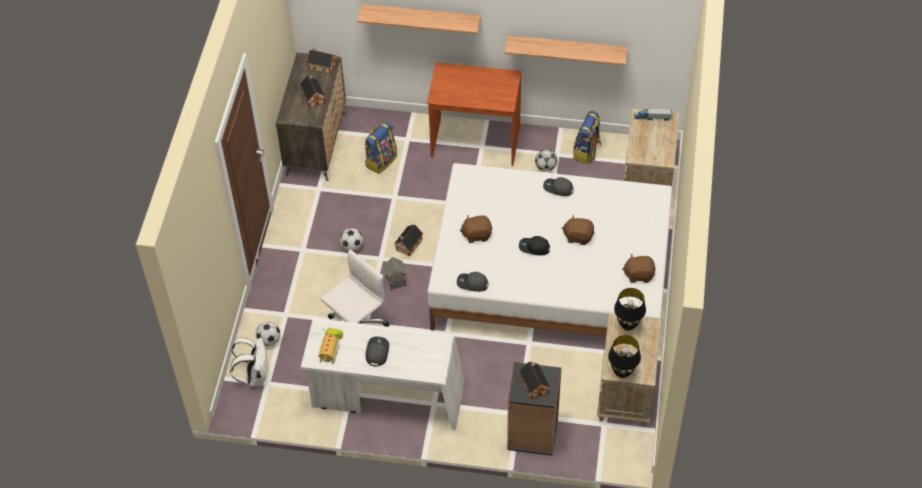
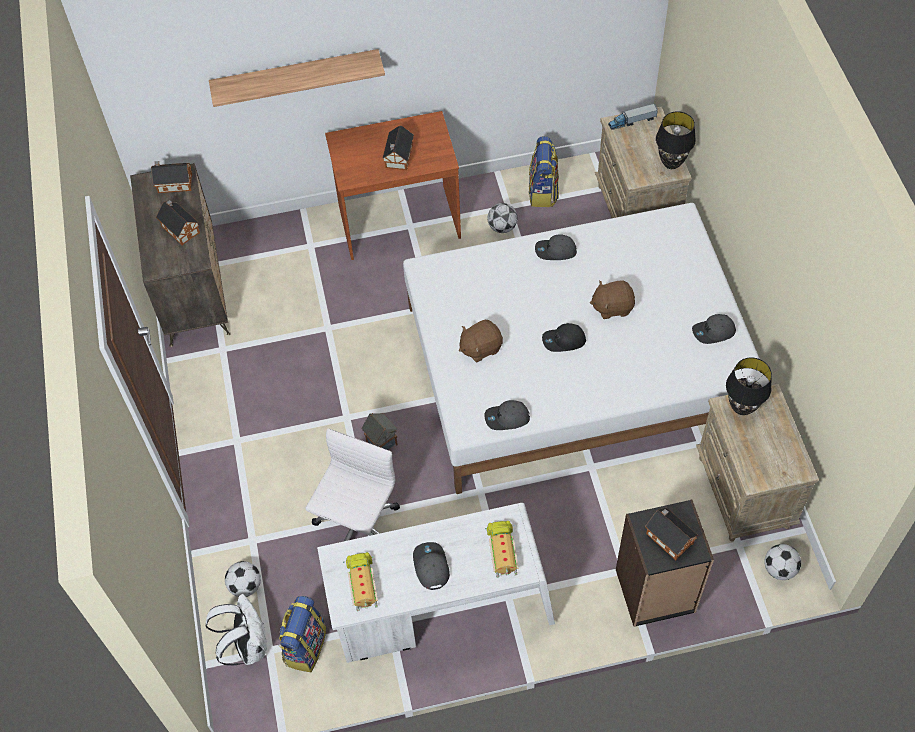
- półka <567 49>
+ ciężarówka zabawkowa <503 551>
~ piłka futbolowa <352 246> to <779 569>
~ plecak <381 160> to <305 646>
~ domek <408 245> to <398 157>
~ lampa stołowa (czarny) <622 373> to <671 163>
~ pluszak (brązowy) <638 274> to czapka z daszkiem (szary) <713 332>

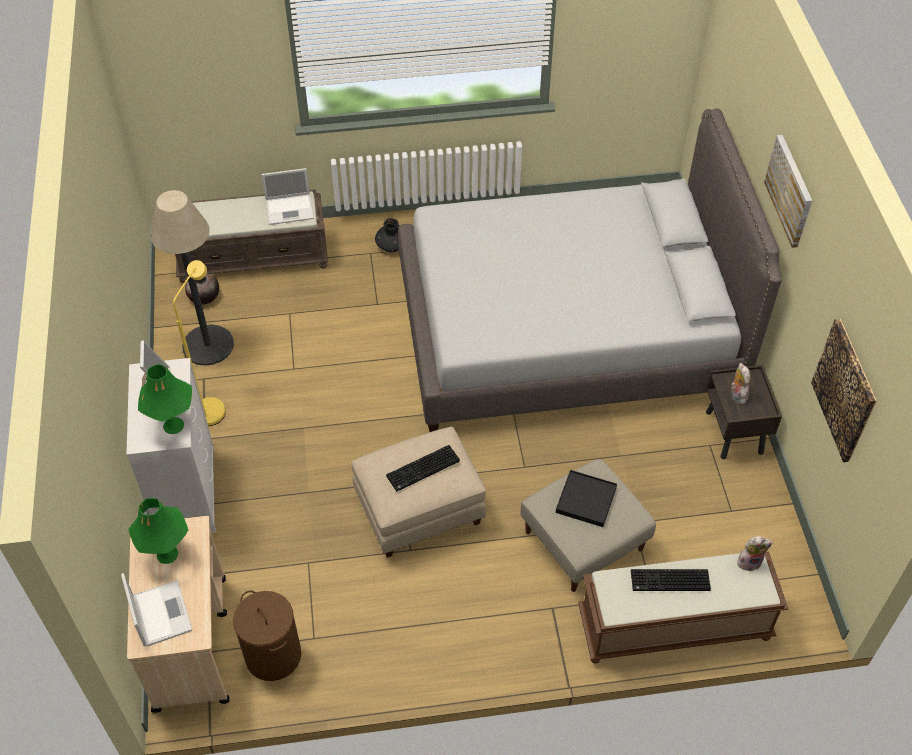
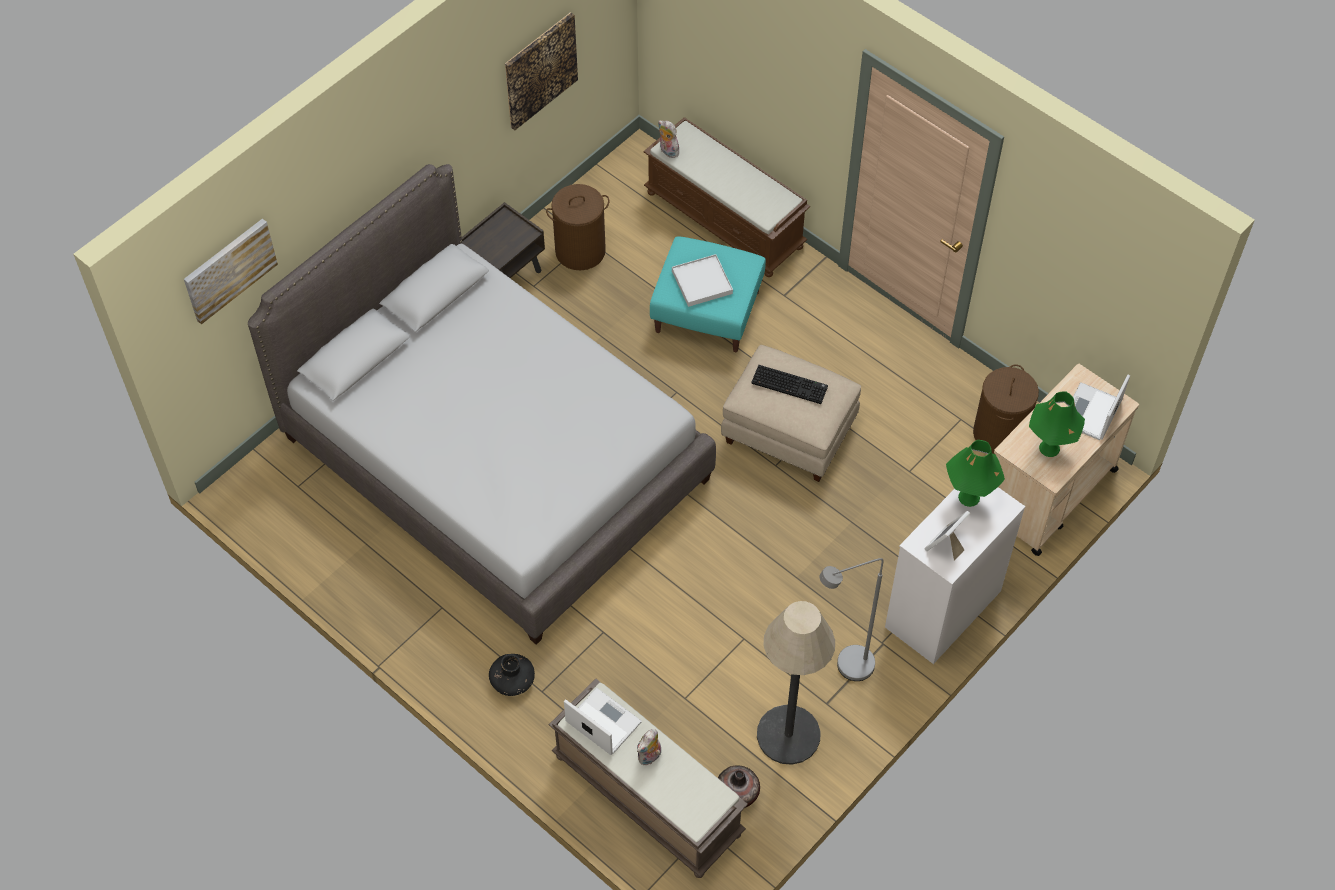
- klawiatura <669 582>
+ kosz na pranie (brązowy) <580 251>
~ pluszak <736 395> to <650 757>
~ obraz <790 190> to <229 269>
~ lampa stojąca (żółty) <213 406> to lampa stojąca (szary) <845 668>
~ pufa (beżowy) <583 541> to pufa (turkusowy) <708 311>
~ taca (czarny) <586 500> to taca (biały) <702 282>

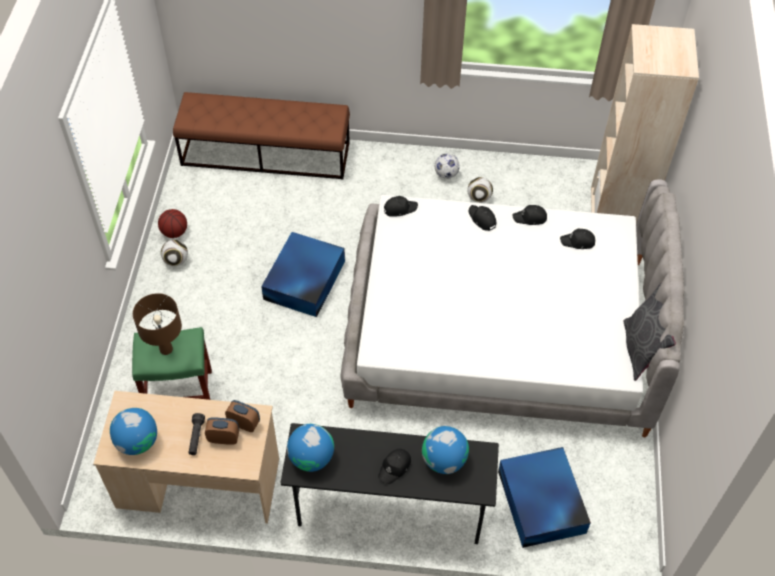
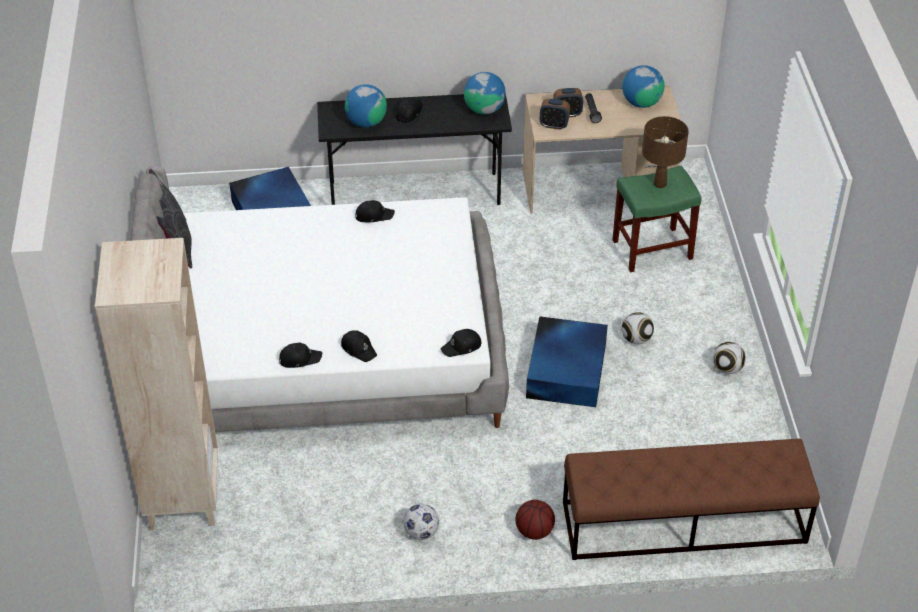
~ piłka do koszykówki <174 232> to <534 531>
~ piłka futbolowa <479 198> to <636 339>
~ czapka z daszkiem (czarny) <578 242> to <373 215>

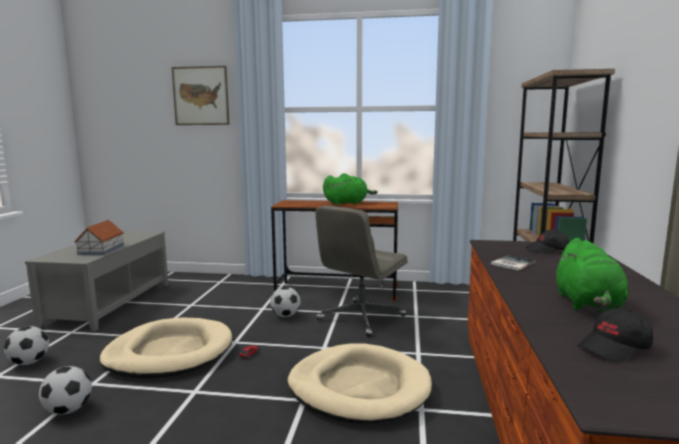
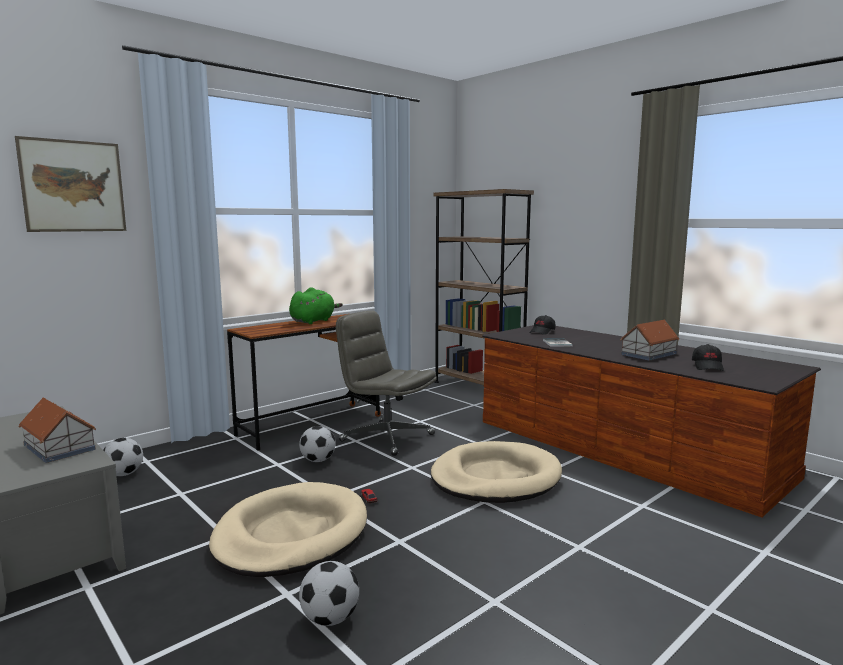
~ piłka futbolowa <29 362> to <124 474>
~ pluszak (zielony) <588 305> to domek <649 354>
~ krzesło biurowe (szary) <361 318> = <386 437> 135 degrees clockwise

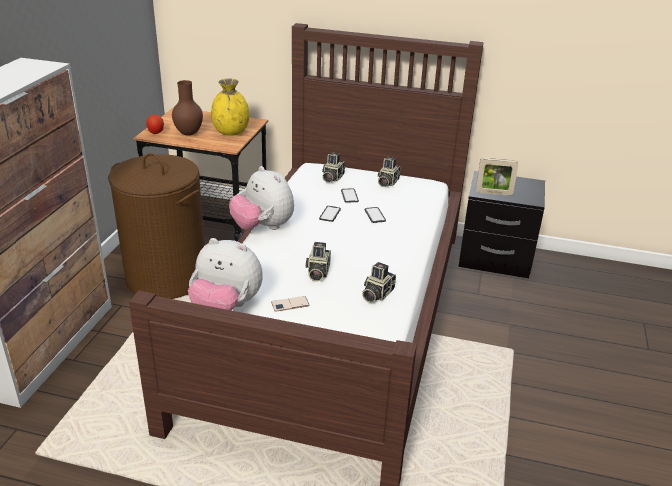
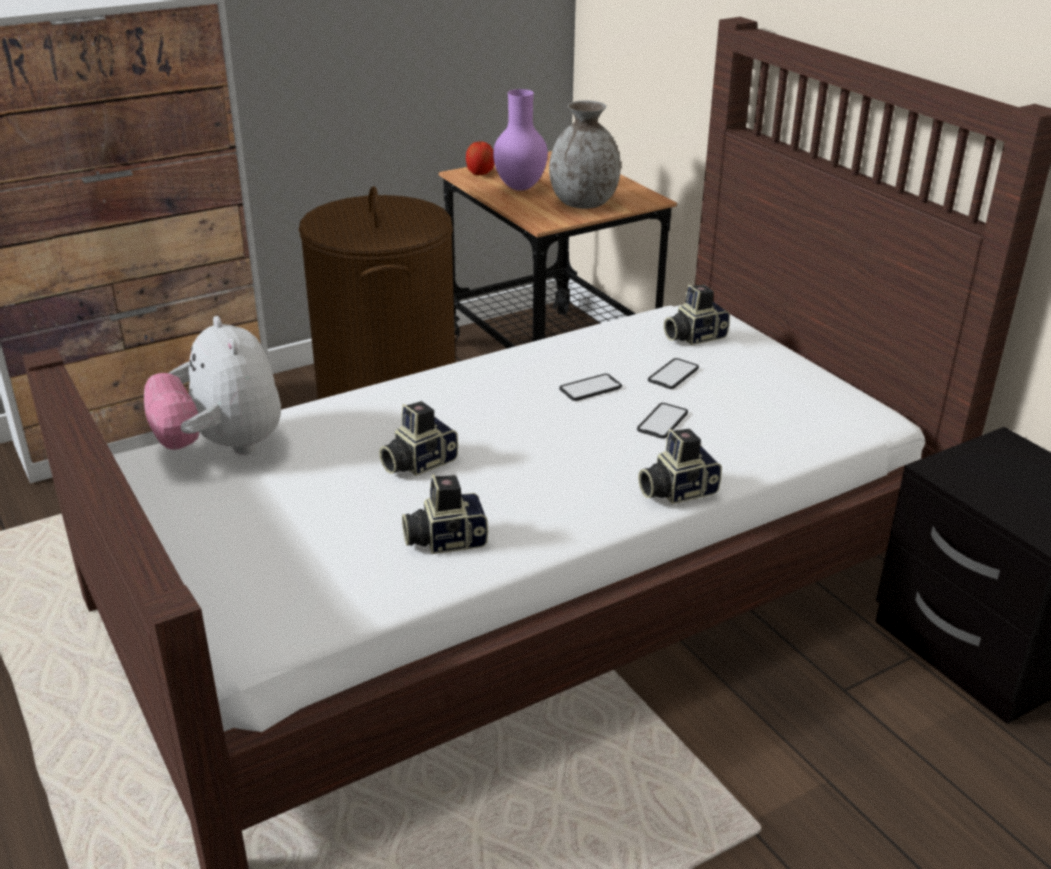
- pluszak <263 227>
- telefon <290 304>
- ramka na zdjęcie <493 193>
~ aparat fotograficzny <387 182> to <676 490>
~ wazon (brązowy) <188 134> to wazon (fioletowy) <518 187>
~ wazon (żółty) <231 132> to wazon (szary) <584 203>

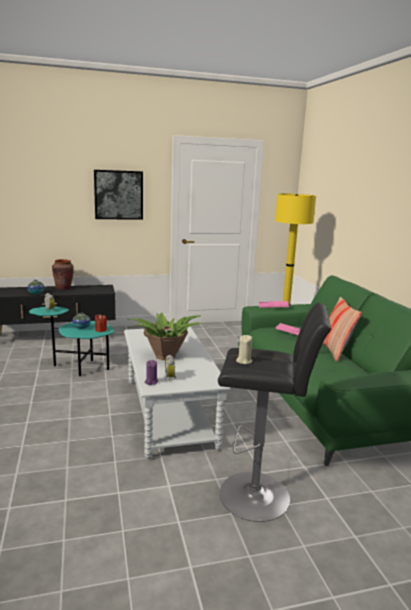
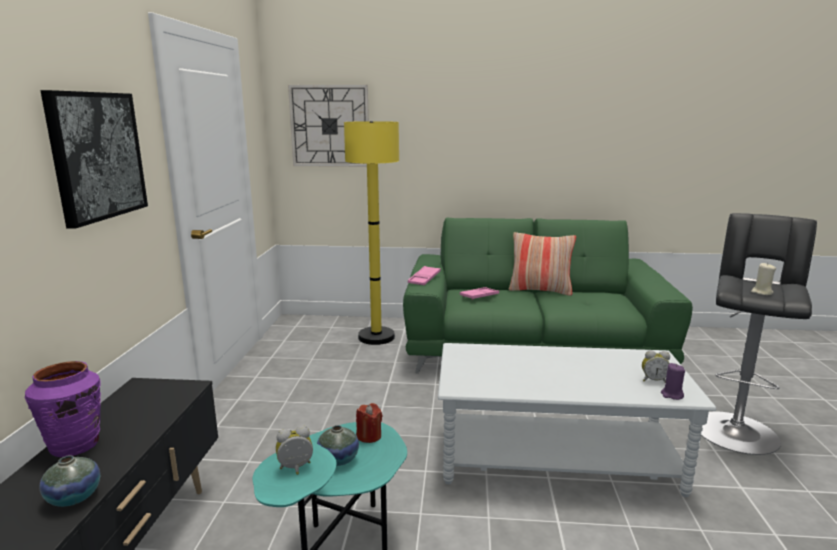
- roślina doniczkowa <164 356>
+ zegar ścienny <330 126>
~ wazon (brązowy) <63 288> to wazon (fioletowy) <75 445>

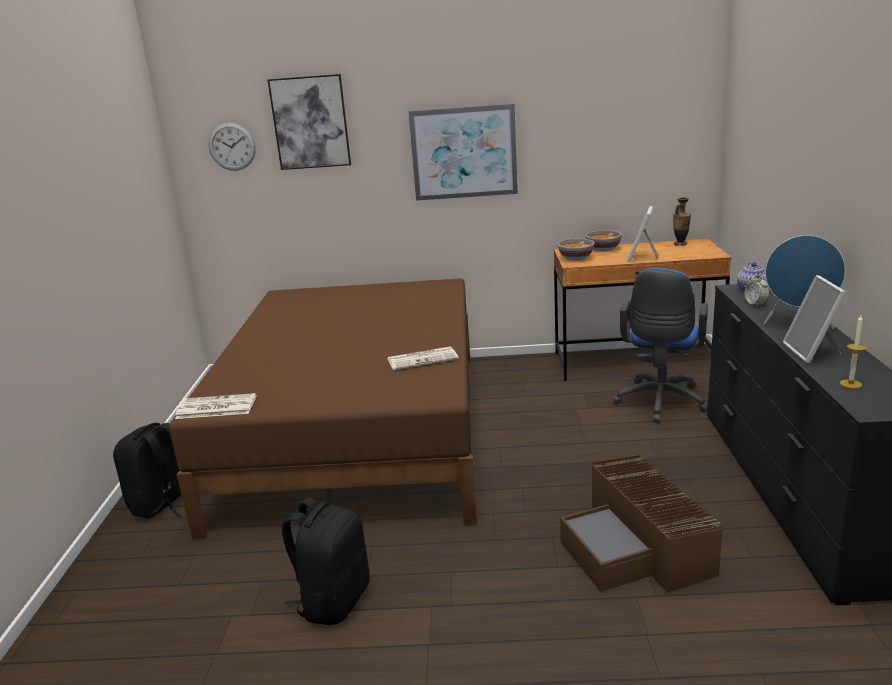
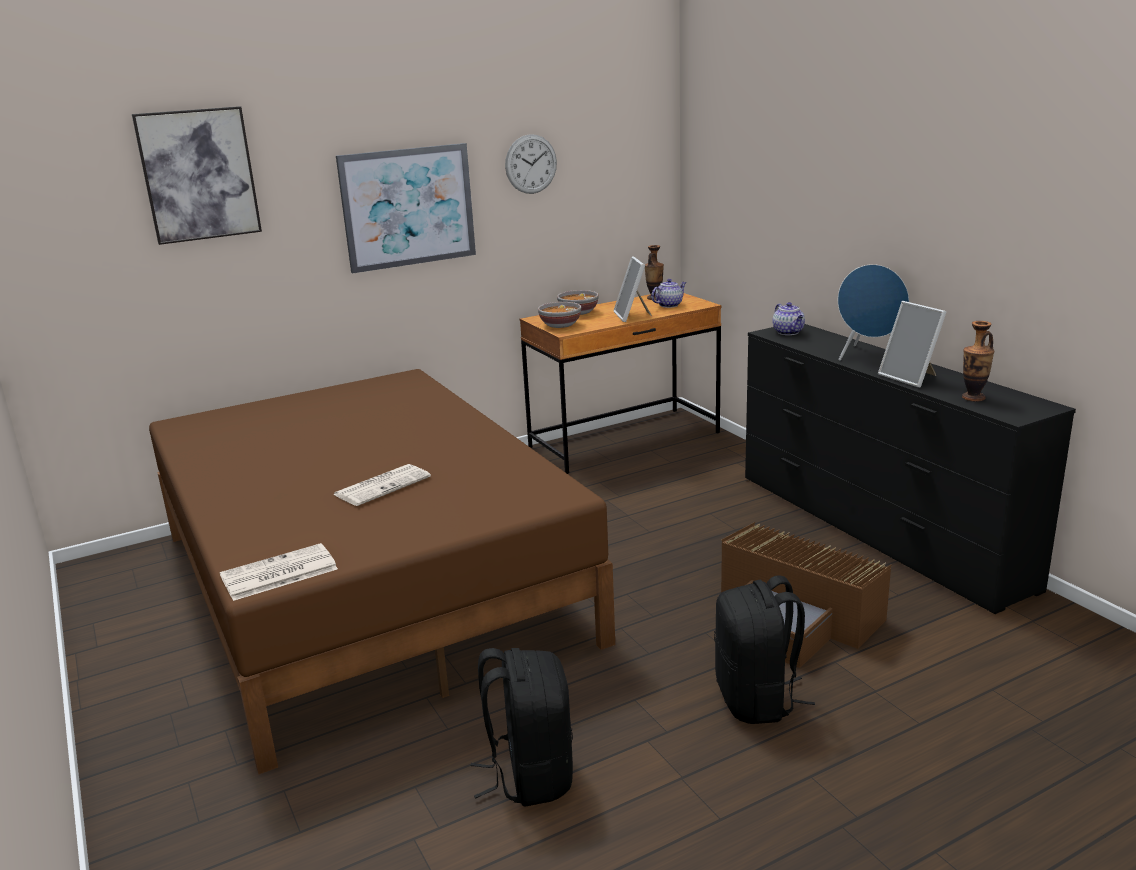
- krzesło biurowe (niebieski) <659 403>
- budzik <755 304>
+ imbryk <669 305>
~ plecak (czarny) <163 504> to <757 700>
~ zegar ścienny <232 146> to <531 164>
~ gazeta <423 359> to <383 485>
~ świeca <850 384> to wazon <973 398>

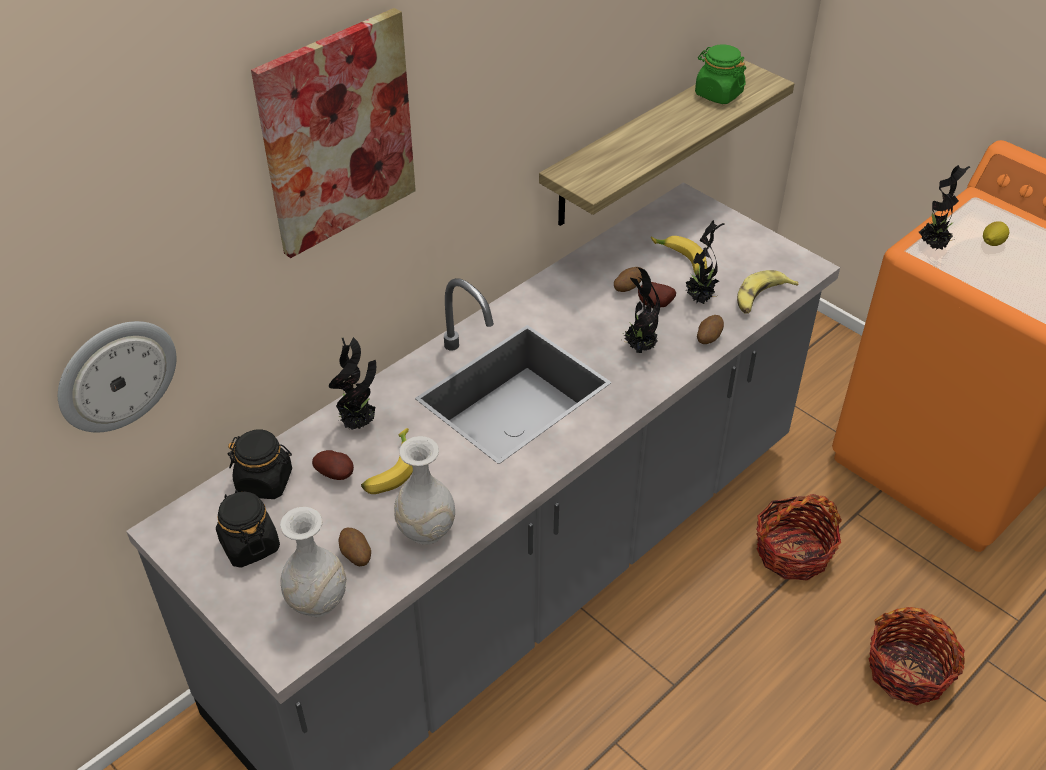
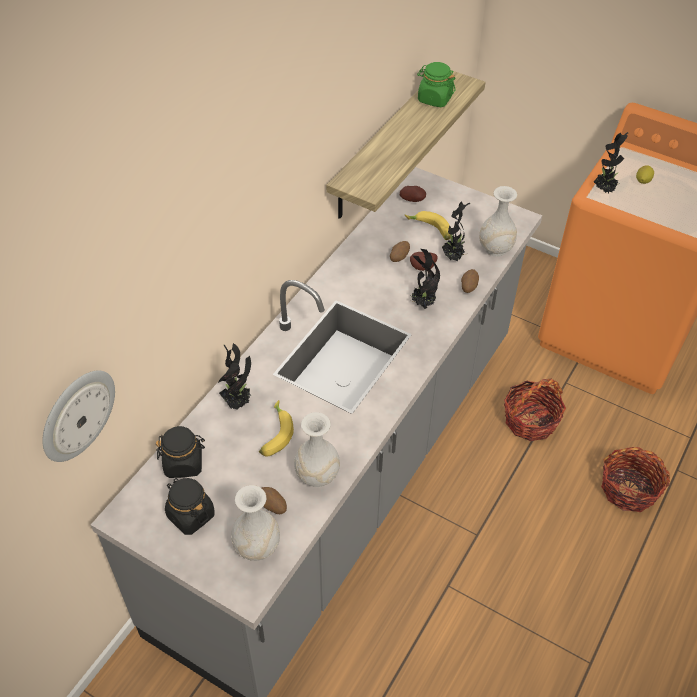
- obraz <337 133>
~ ziemniak <336 474> to <413 200>
~ banan <761 298> to wazon (biały) <495 249>

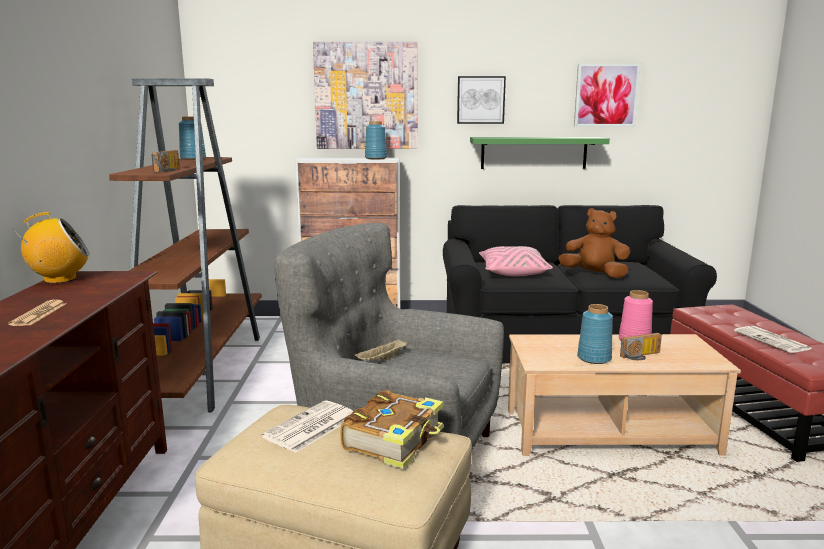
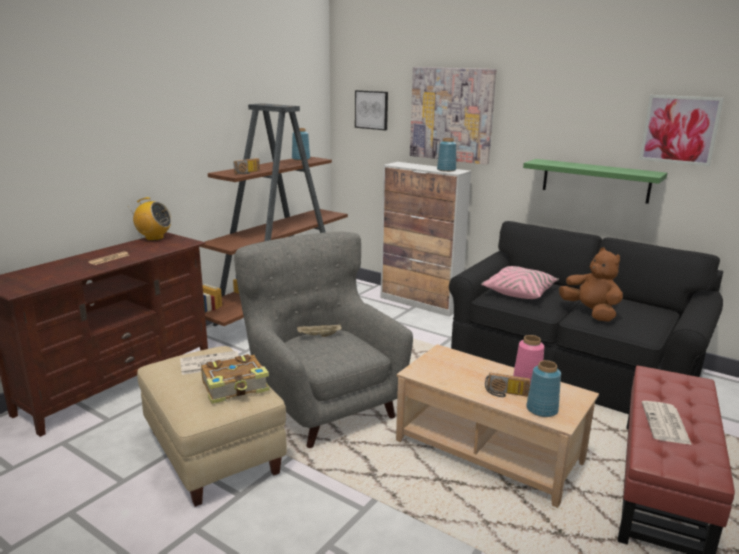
~ obraz <480 100> to <371 110>
~ wazon (niebieski) <594 358> to <542 409>

